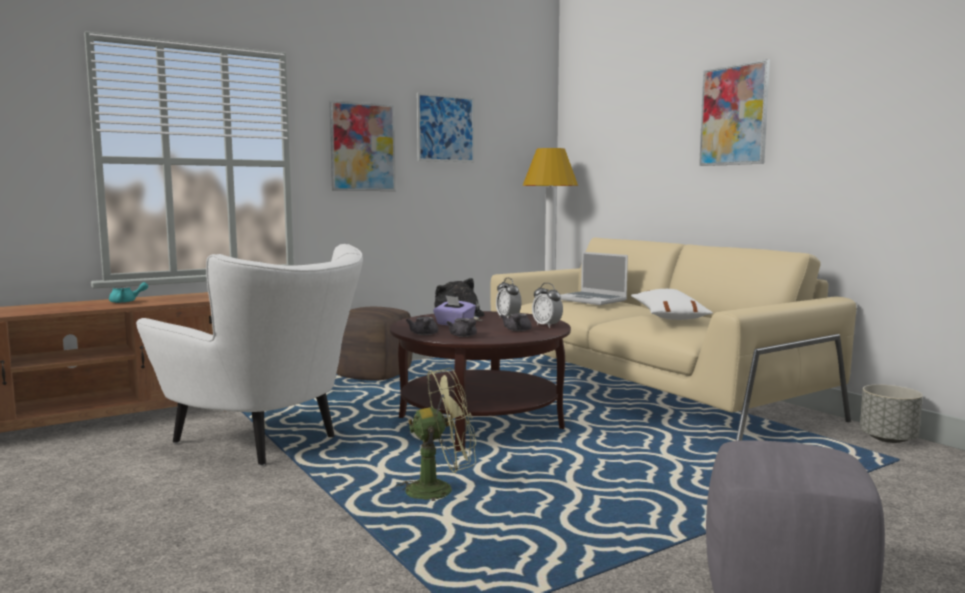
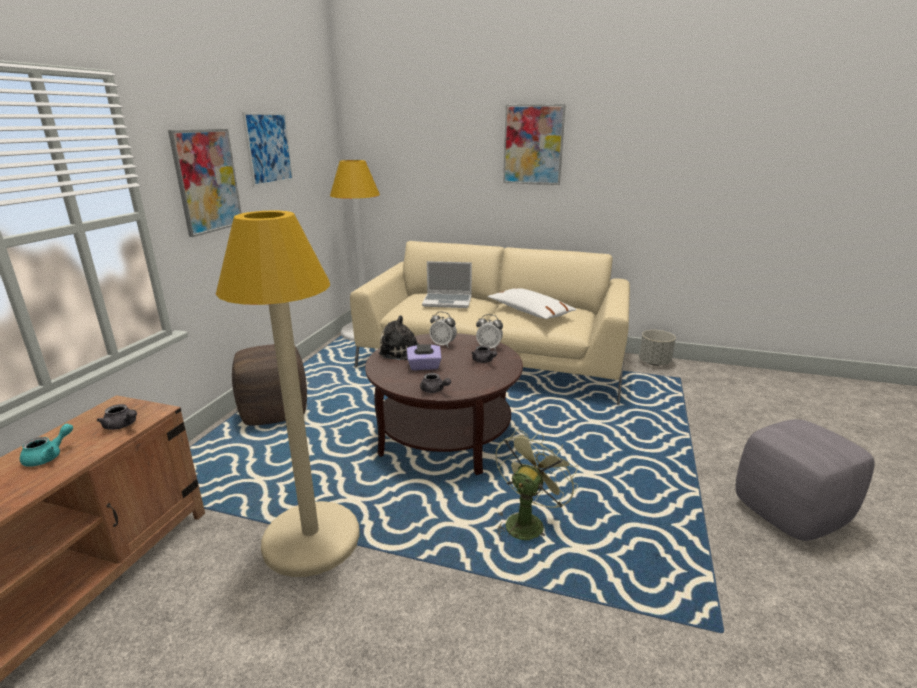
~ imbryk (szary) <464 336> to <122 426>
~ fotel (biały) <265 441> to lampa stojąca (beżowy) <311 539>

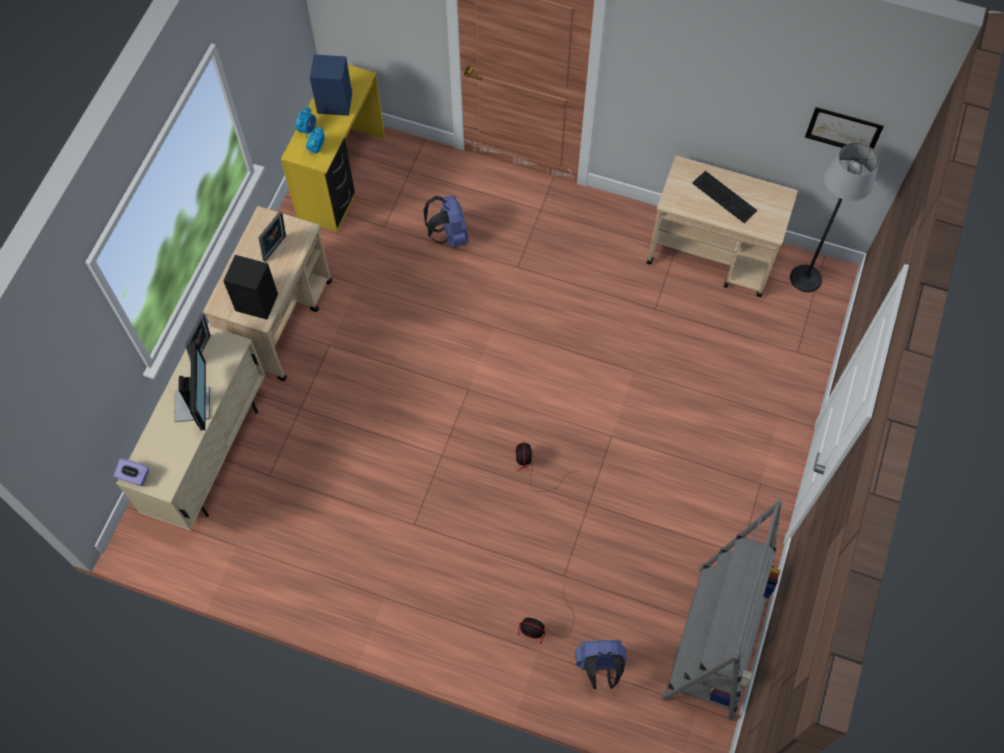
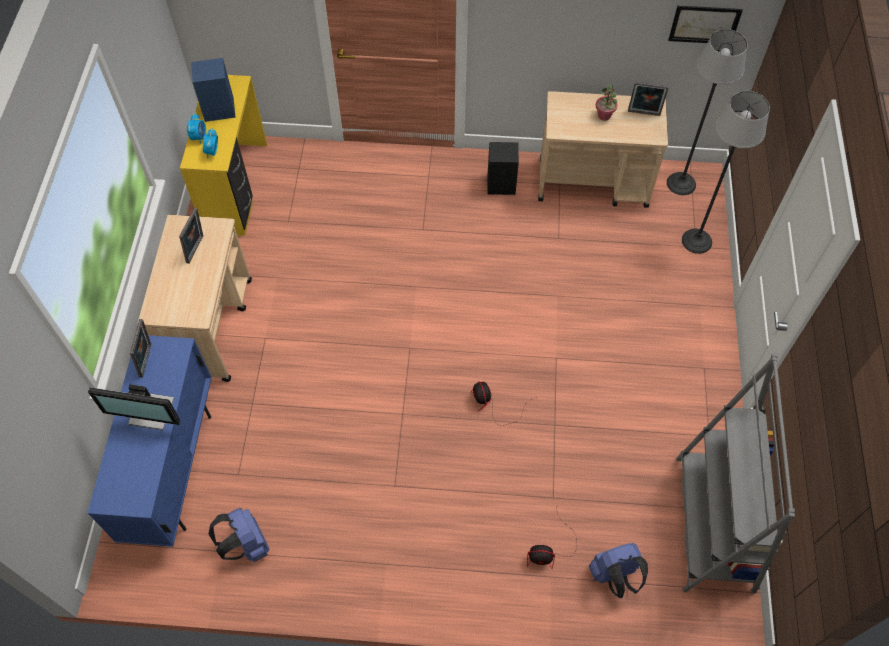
- pudełko chusteczek (fioletowy) <134 476>
+ ramka na zdjęcie <643 114>
+ lampa stojąca <696 241>
~ głośnik (czarny) <257 302> to <502 184>
~ plecak (niebieski) <449 235> to <246 545>
~ klawiatura <725 196> to roślina doniczkowa <604 116>
~ szafka (beżowy) <211 455> to szafka (niebieski) <174 469>
~ monitor <194 404> = <151 413> 120 degrees clockwise

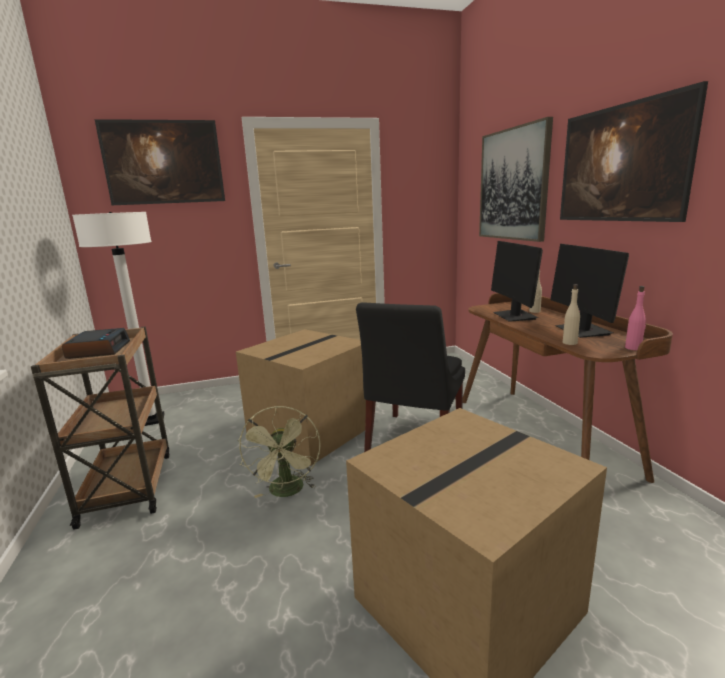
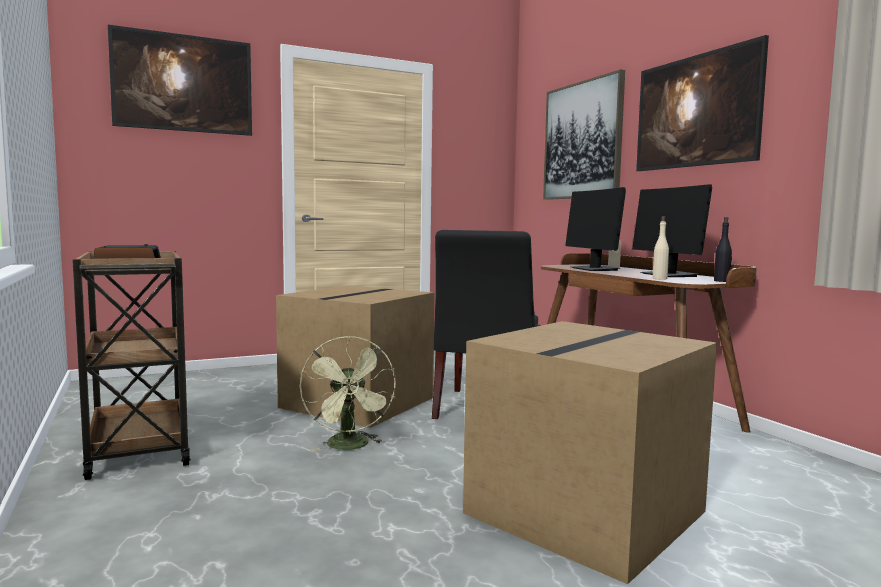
- lampa stojąca (biały) <152 420>
~ butelka (różowy) <633 348> to butelka (czarny) <722 281>

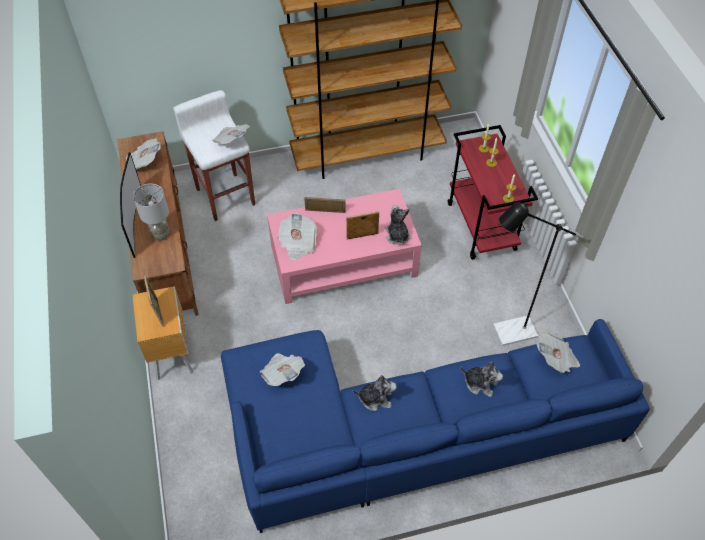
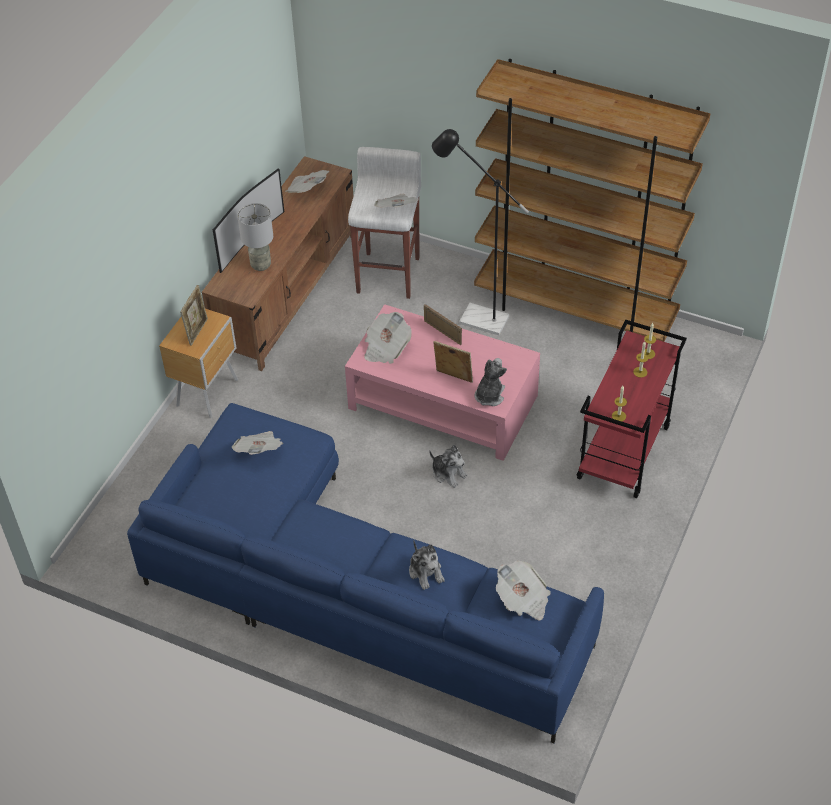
~ pluszak <375 398> to <448 473>
~ lampa stojąca (czarny) <507 333> to <475 317>

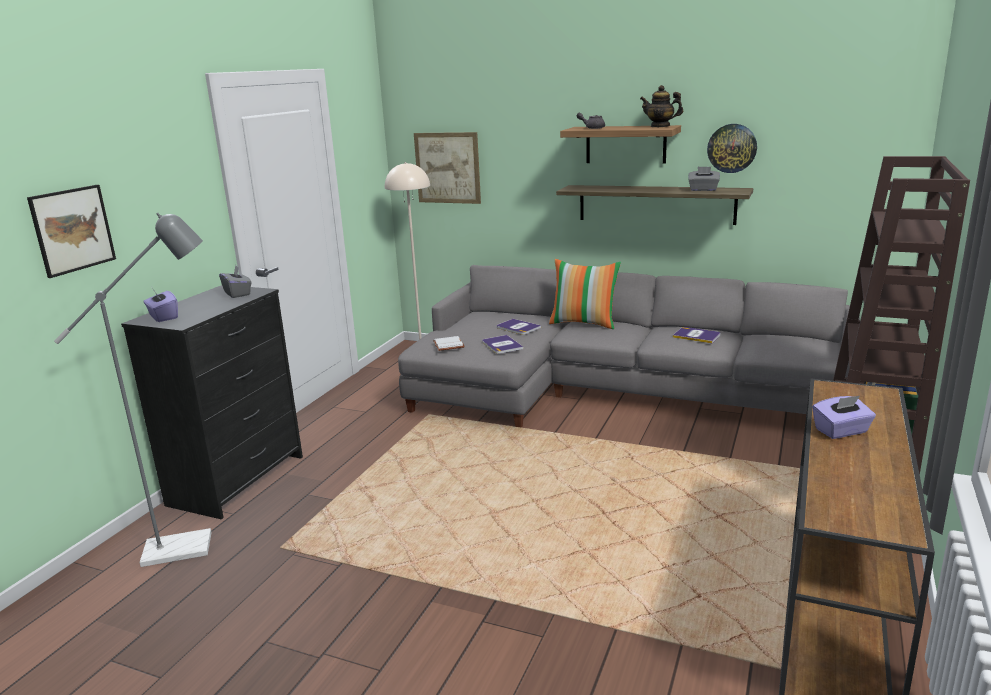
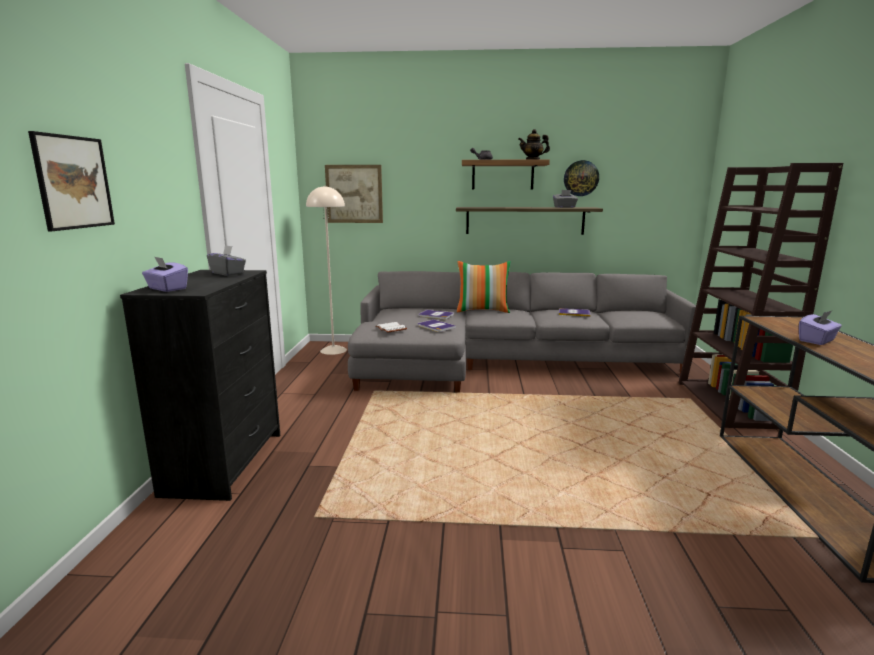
- lampa stojąca (szary) <191 546>

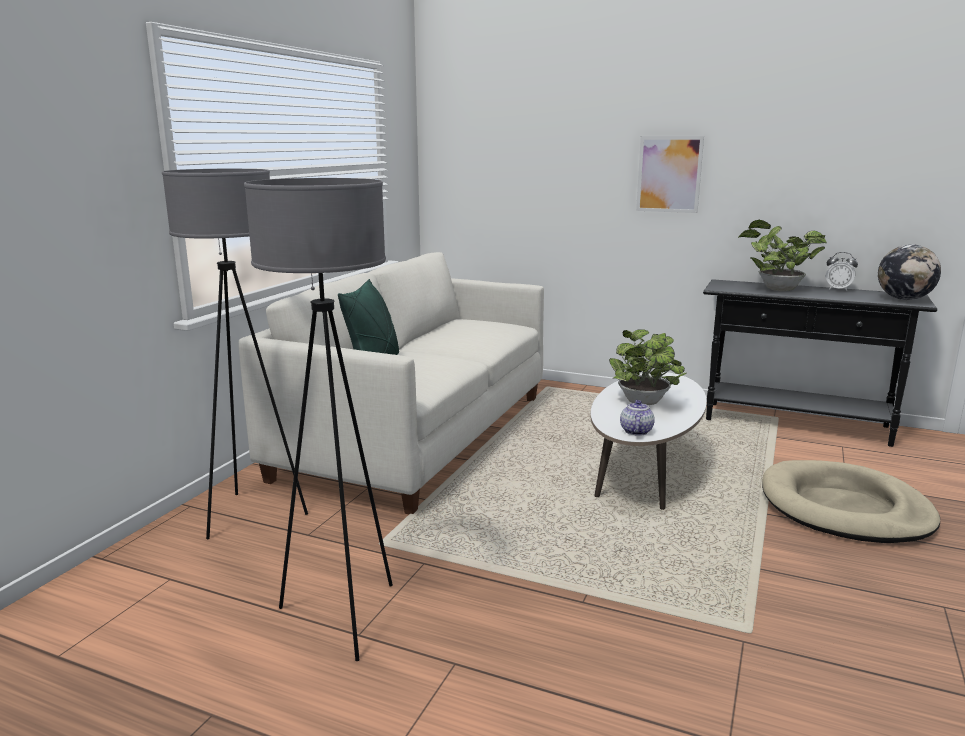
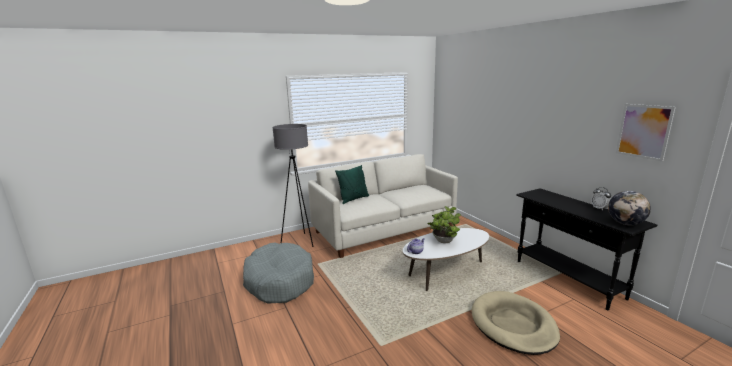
- roślina doniczkowa <776 289>
~ obraz <669 174> to <643 131>
~ lampa stojąca (szary) <343 617> to legowisko (szary) <279 281>

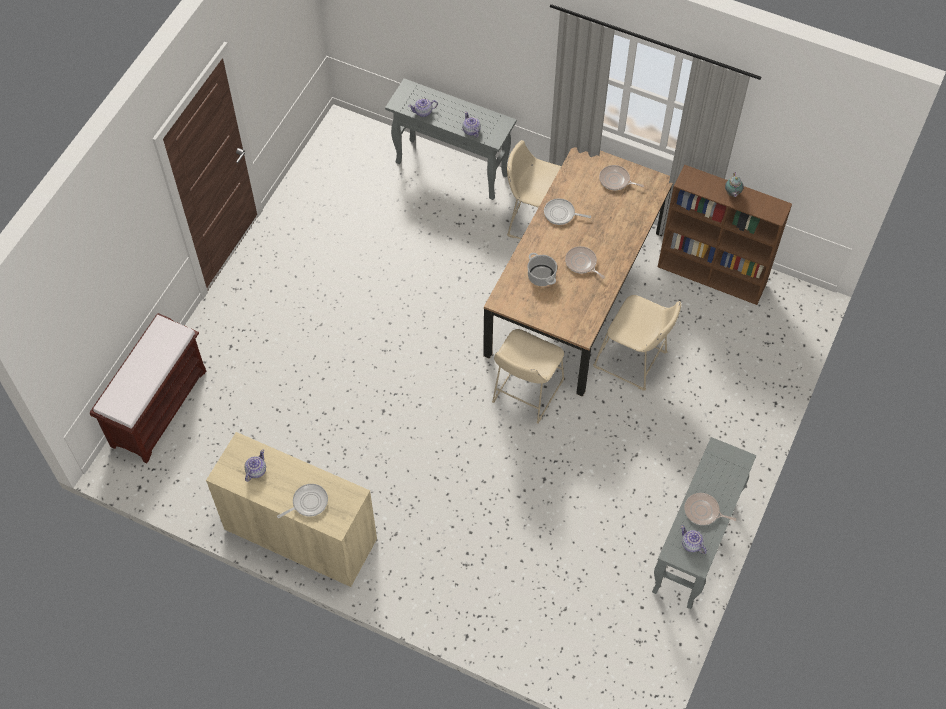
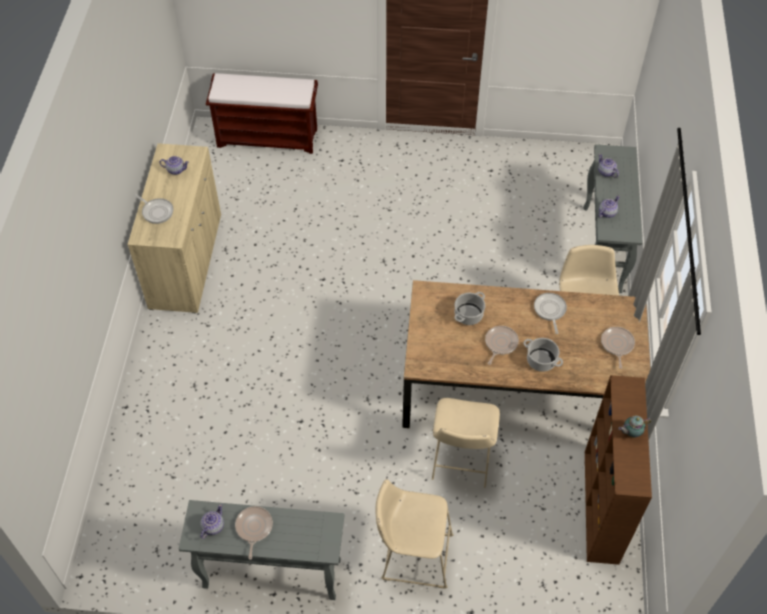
+ garnek <540 360>
~ stołek (beżowy) <525 394> to <412 555>

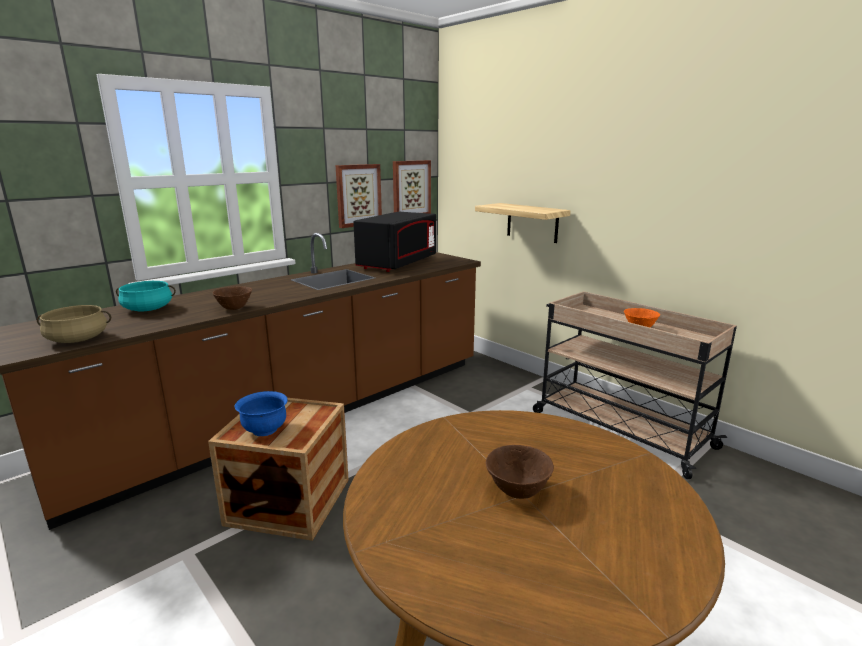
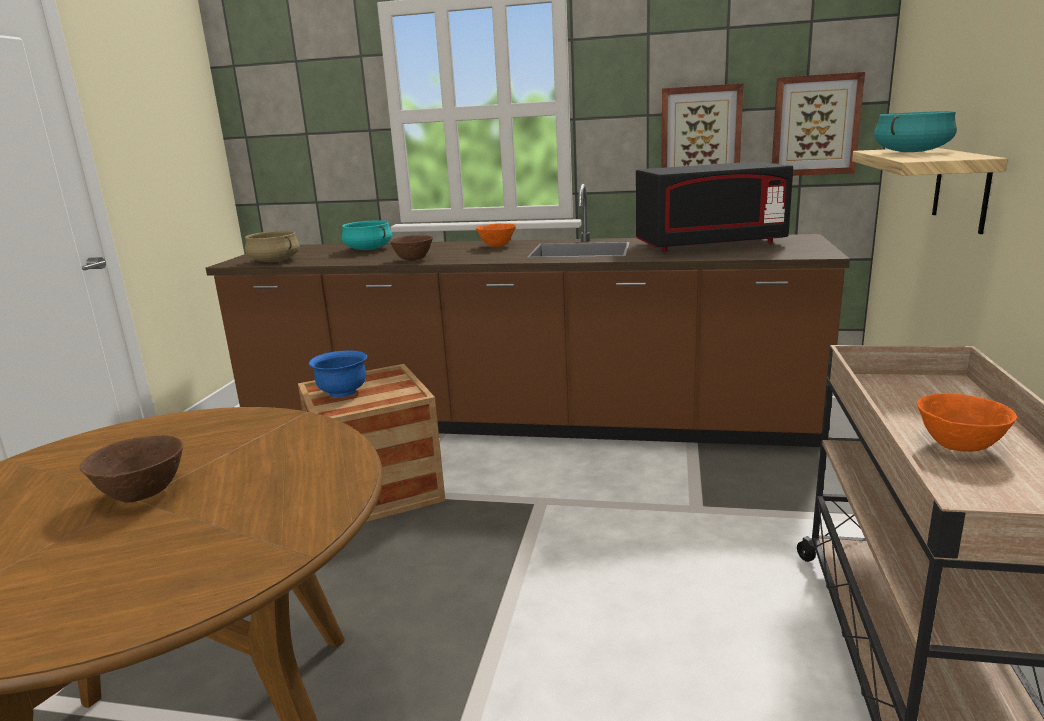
+ miska (pomarańczowy) <497 246>
+ garnek (turkusowy) <911 152>

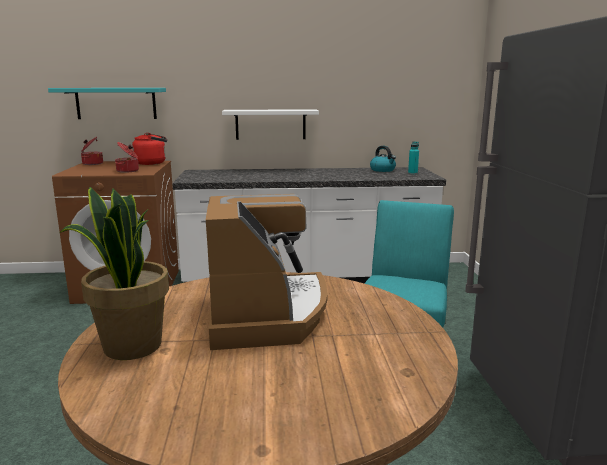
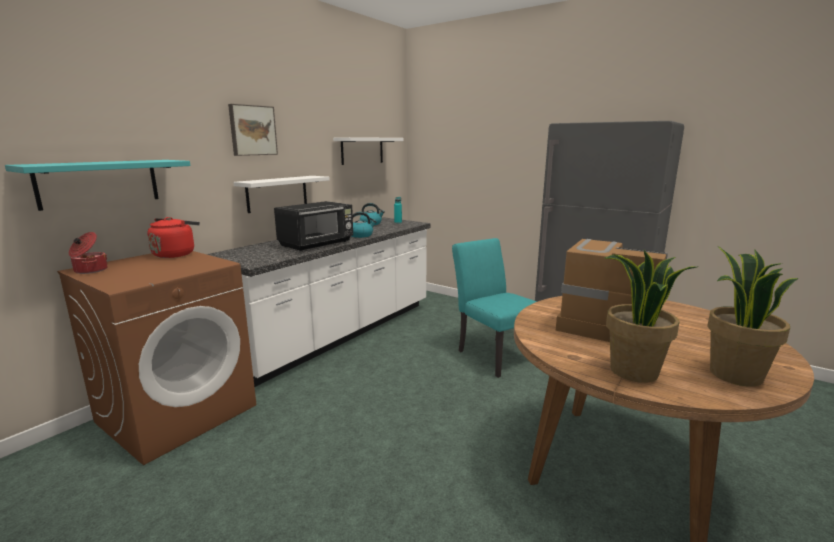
- garnek <128 171>
+ obraz <252 130>
+ mikrofalówka (czarny) <317 244>
+ półka (biały) <362 150>
+ czajnik <361 235>
+ roślina doniczkowa <734 375>

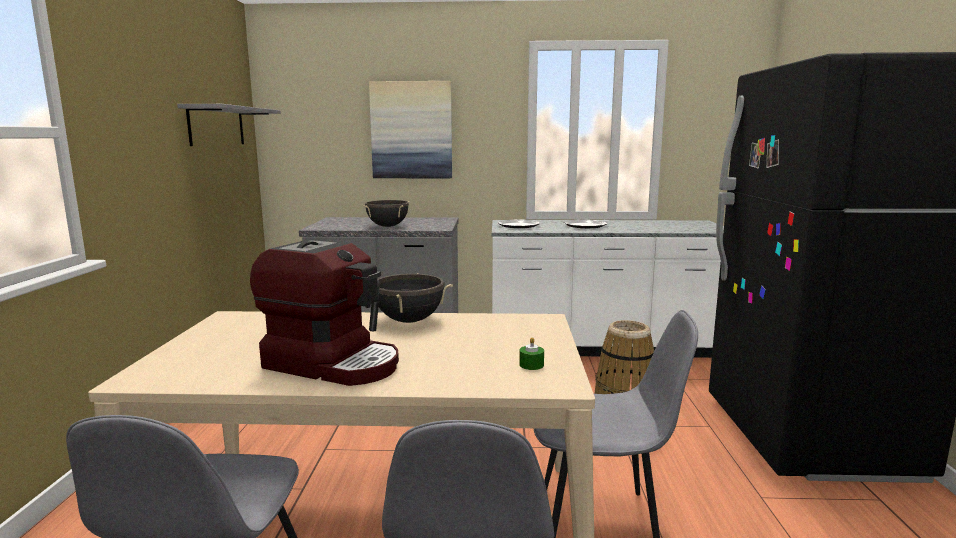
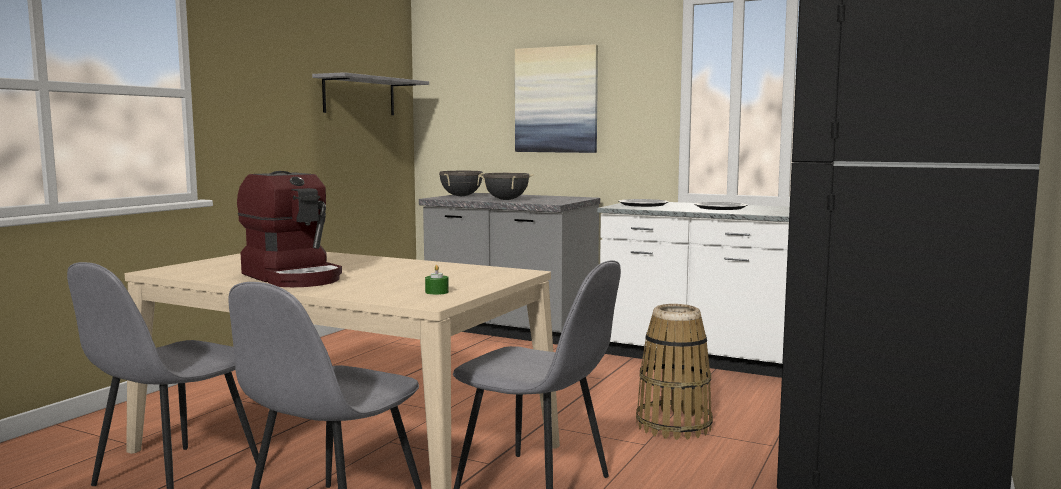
~ garnek (czarny) <409 320> to <461 196>

